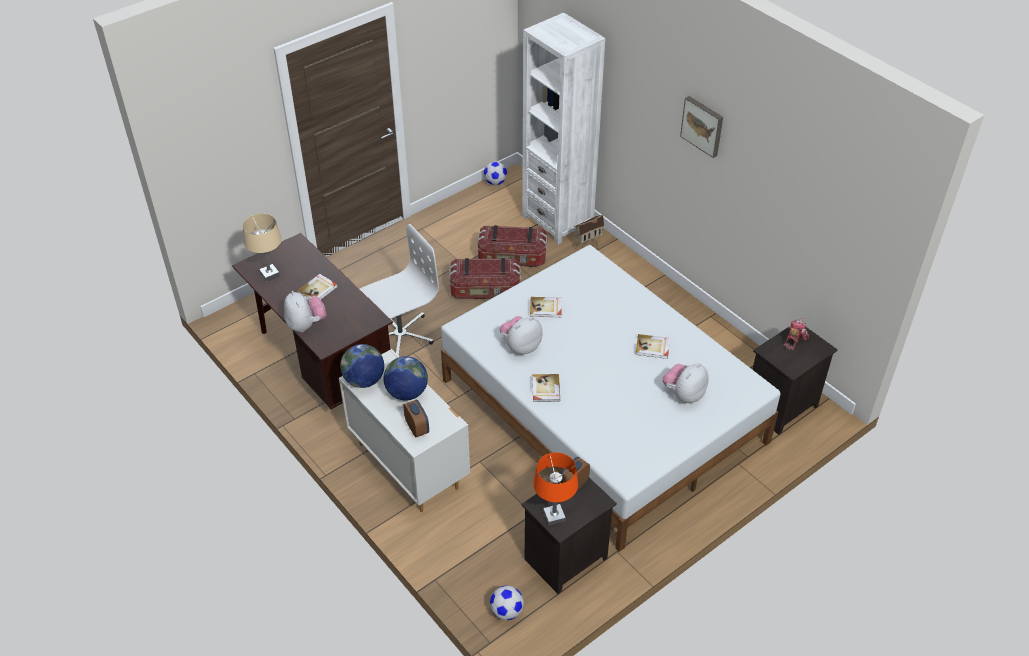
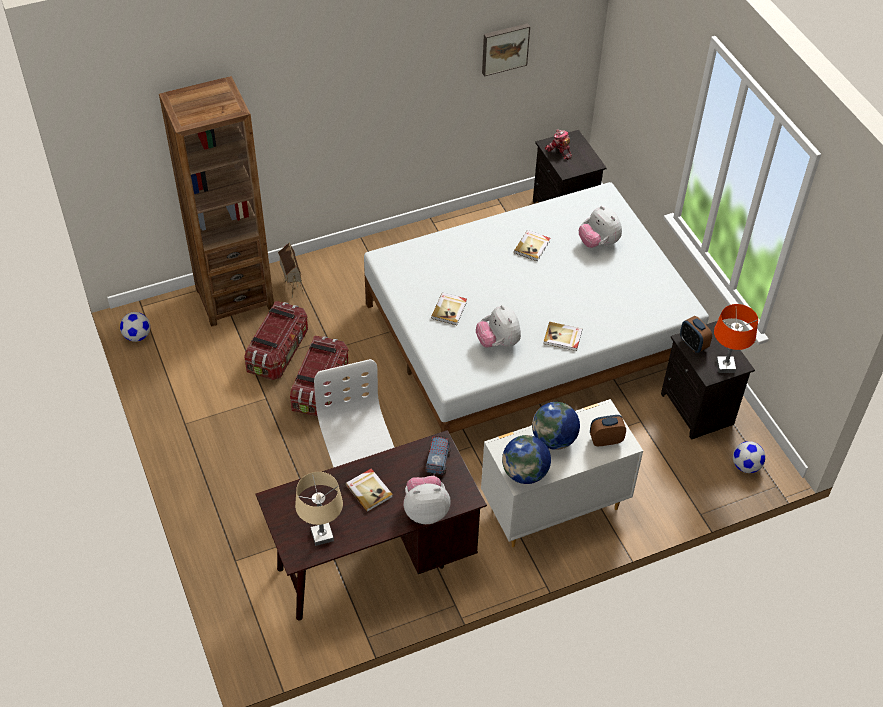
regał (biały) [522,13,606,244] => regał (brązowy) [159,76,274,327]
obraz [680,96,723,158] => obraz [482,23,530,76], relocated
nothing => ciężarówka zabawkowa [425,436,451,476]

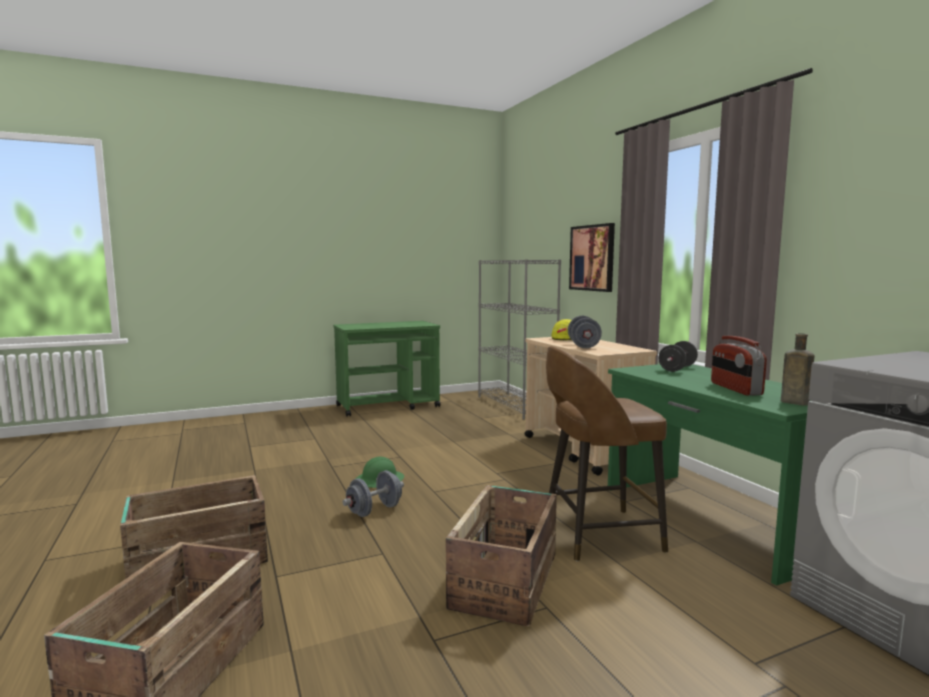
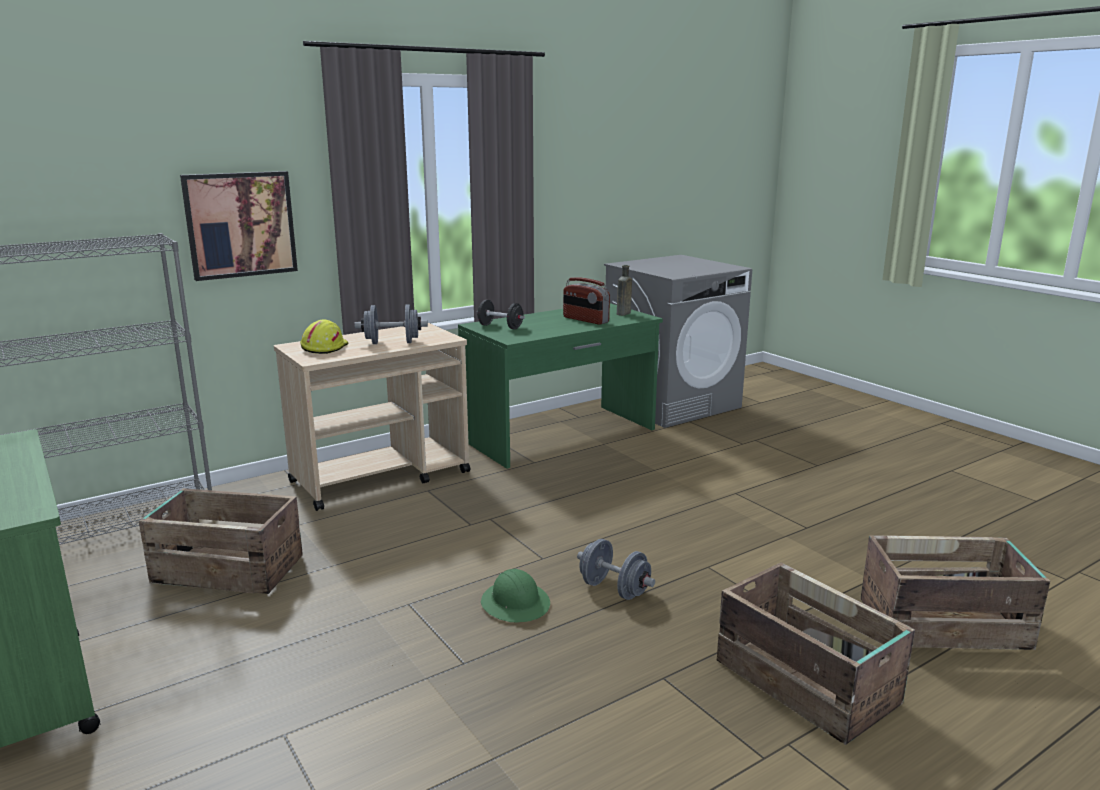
skrzynka [446,485,557,627] => skrzynka [139,488,303,594], relocated
stołek (brązowy) [546,346,668,561] => nothing
radio [711,336,767,396] => radio [563,277,610,325], 60 degrees clockwise

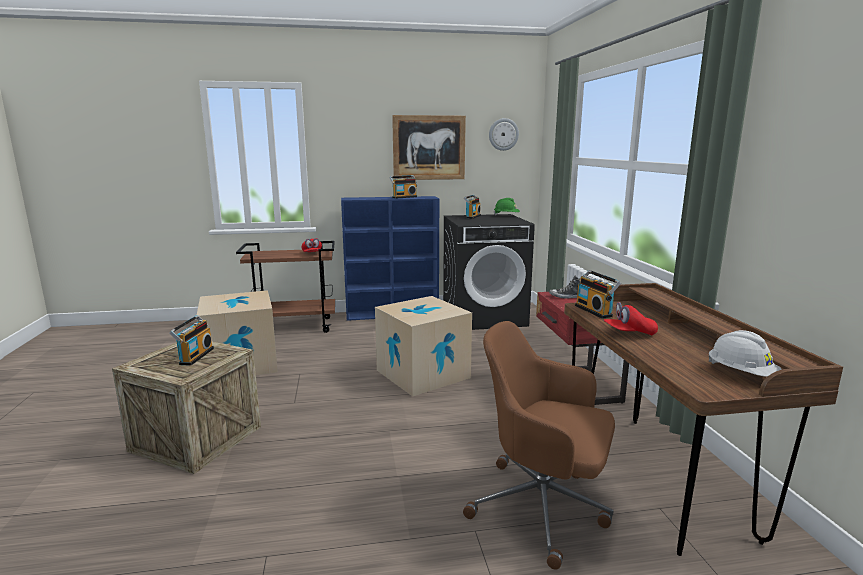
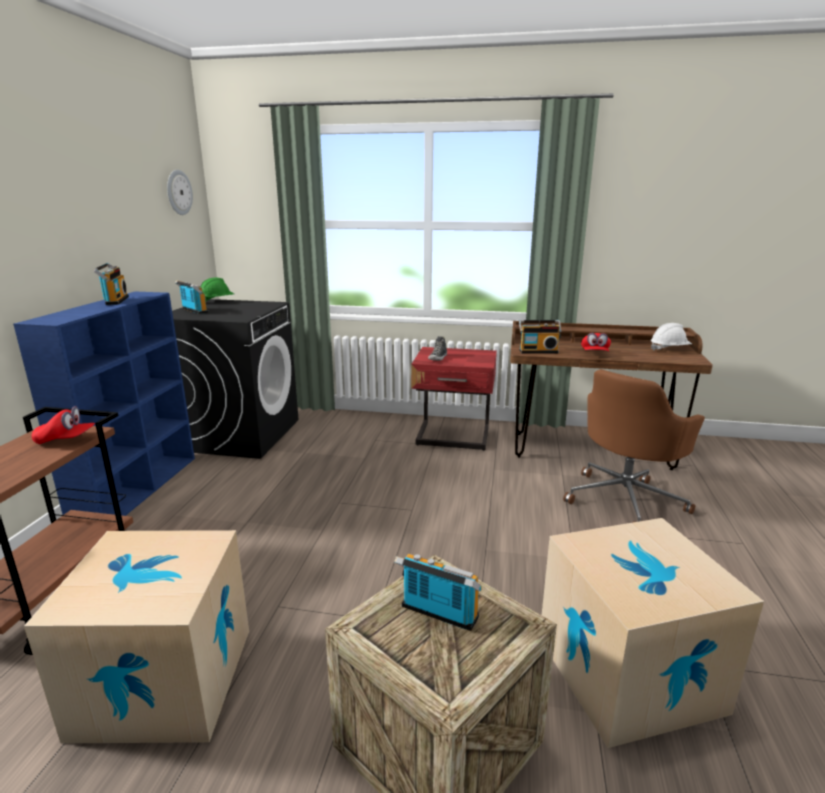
karton [375,296,472,396] => karton [542,518,764,748], relocated
obraz [392,115,466,180] => nothing

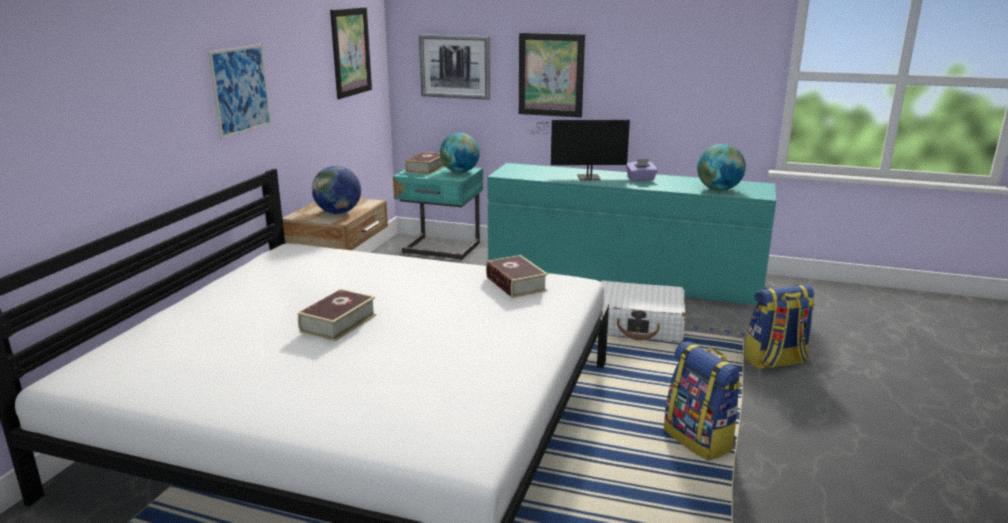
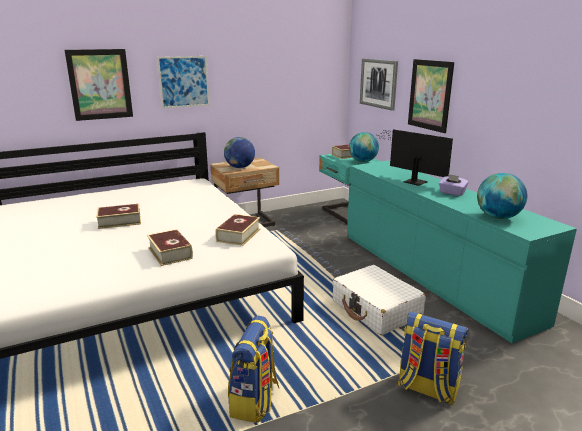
obraz [330,7,372,99] => obraz [65,49,133,121], relocated
nothing => książka [147,229,193,266]

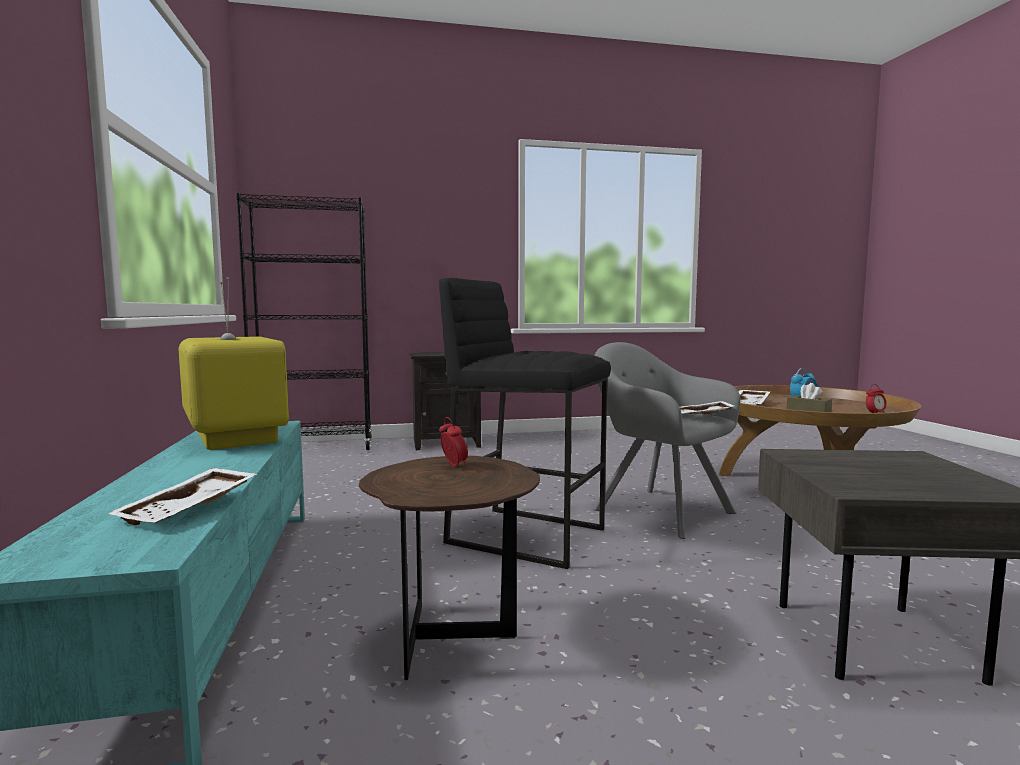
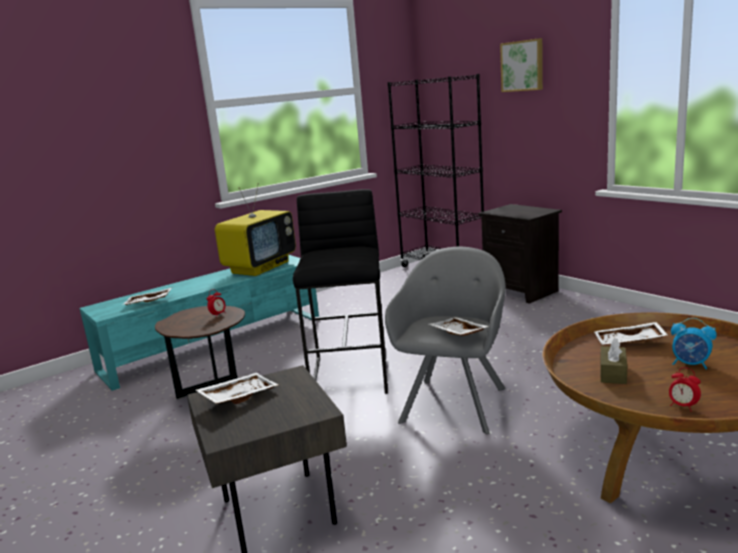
nothing => taca (biały) [196,373,278,404]
nothing => obraz [500,38,543,92]

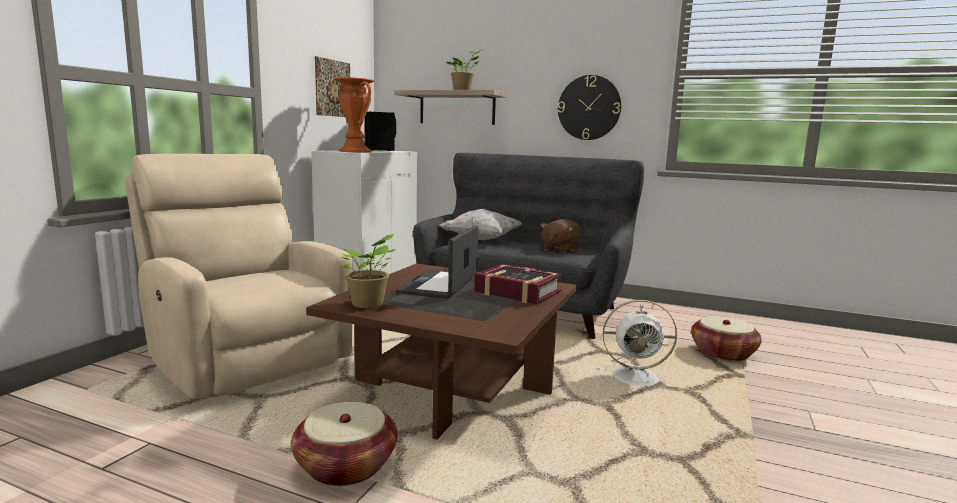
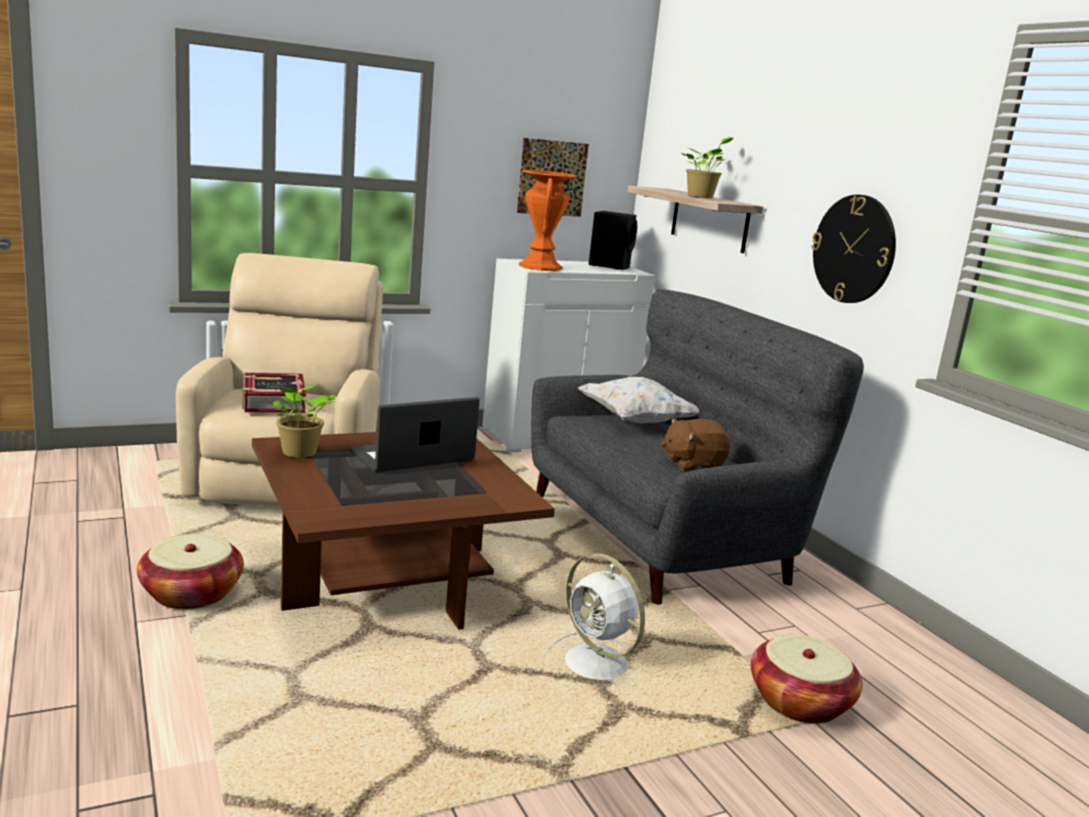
książka [474,264,562,304] => książka [243,373,306,413], relocated

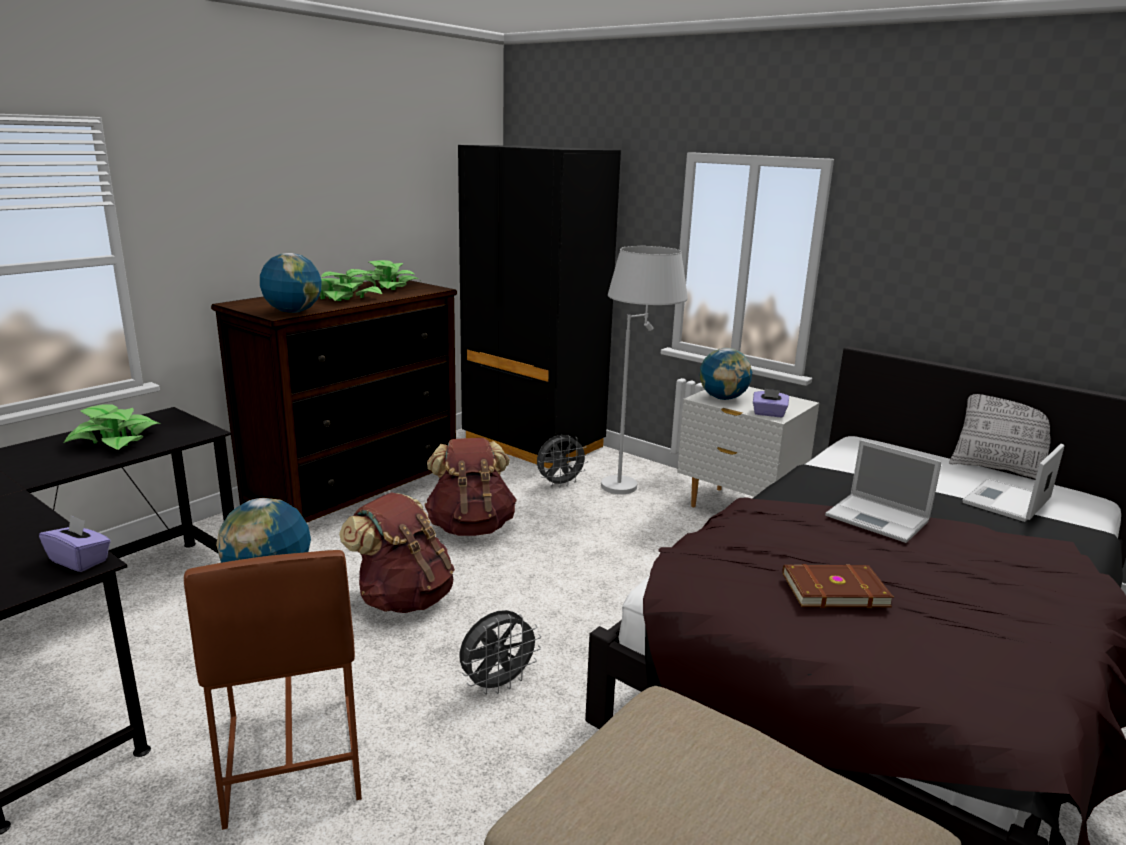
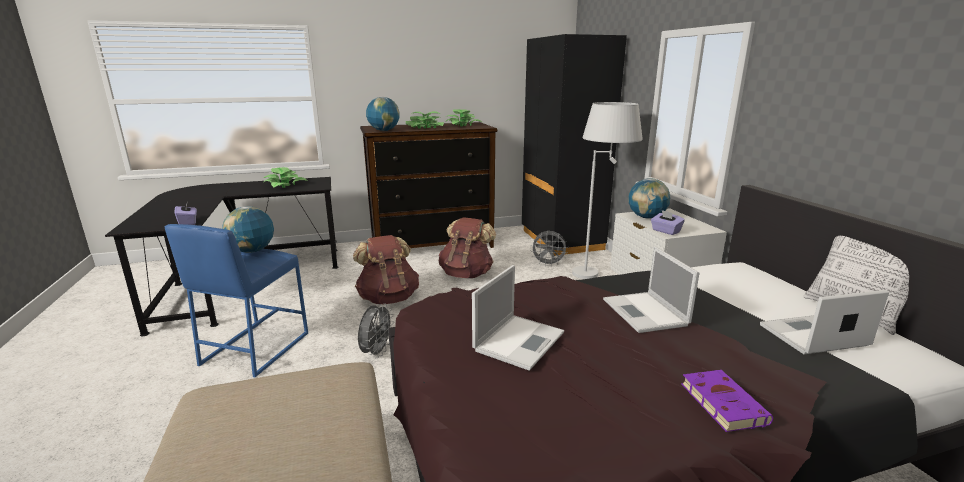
stołek (brązowy) [184,550,362,830] => stołek (niebieski) [164,224,308,377]
wentylator (szary) [460,610,541,695] => wentylator (szary) [358,303,394,358], 75 degrees counterclockwise
książka (brązowy) [782,564,894,608] => laptop [472,265,564,371]
nothing => książka (fioletowy) [681,370,773,432]

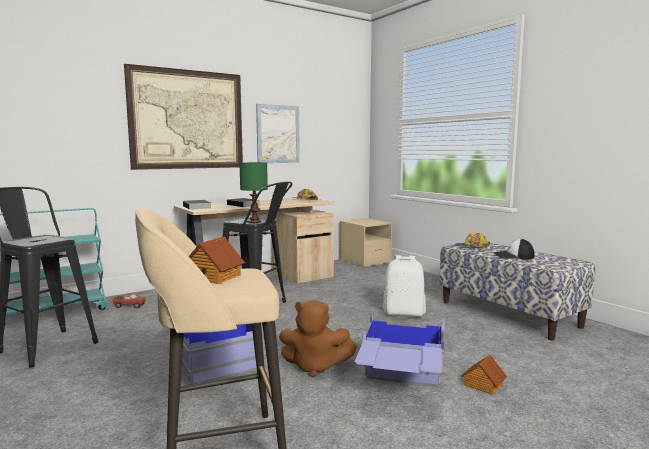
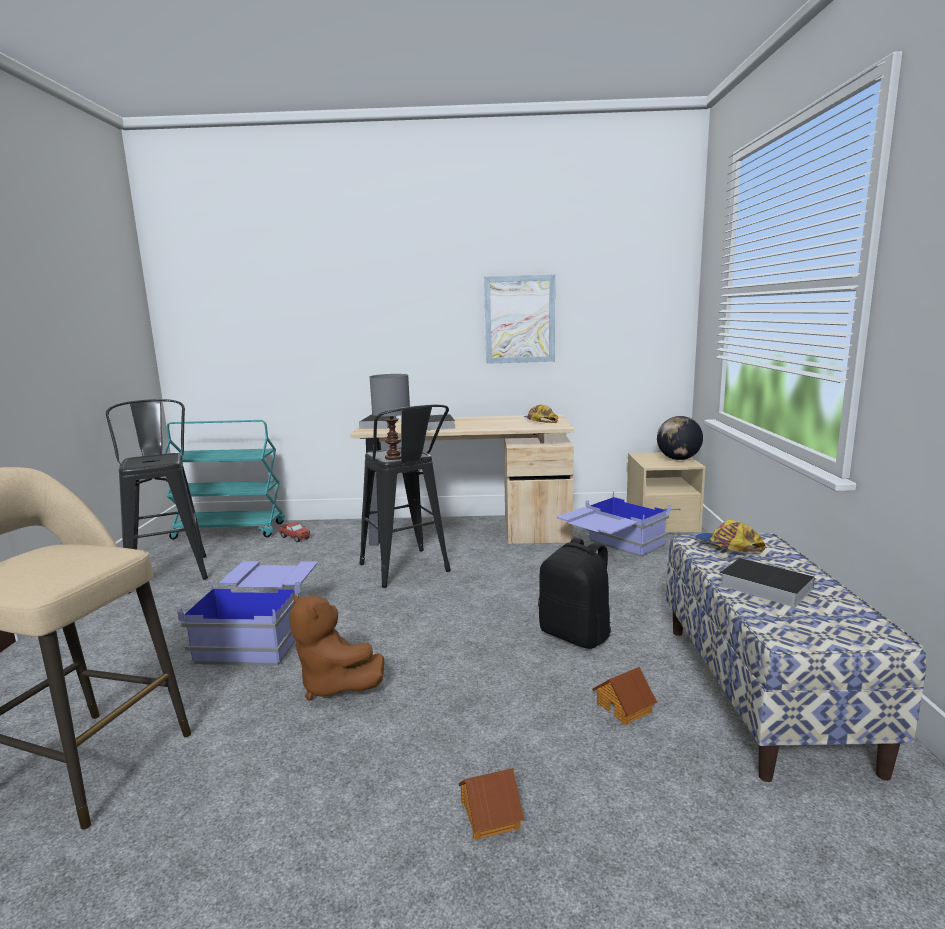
obraz [124,64,243,170] => nothing
domek [189,236,245,284] => domek [592,667,657,725], relocated
lampa stołowa (zielony) [239,162,268,223] => lampa stołowa (szary) [369,374,410,460]
pojemnik do przechowywania (niebieski) [355,314,445,387] => pojemnik do przechowywania (niebieski) [557,491,671,557], relocated
plecak (biały) [383,255,426,317] => plecak (czarny) [538,537,611,649]
czapka z daszkiem [494,239,534,259] => książka [719,558,815,607]
nothing => globus [657,416,703,460]

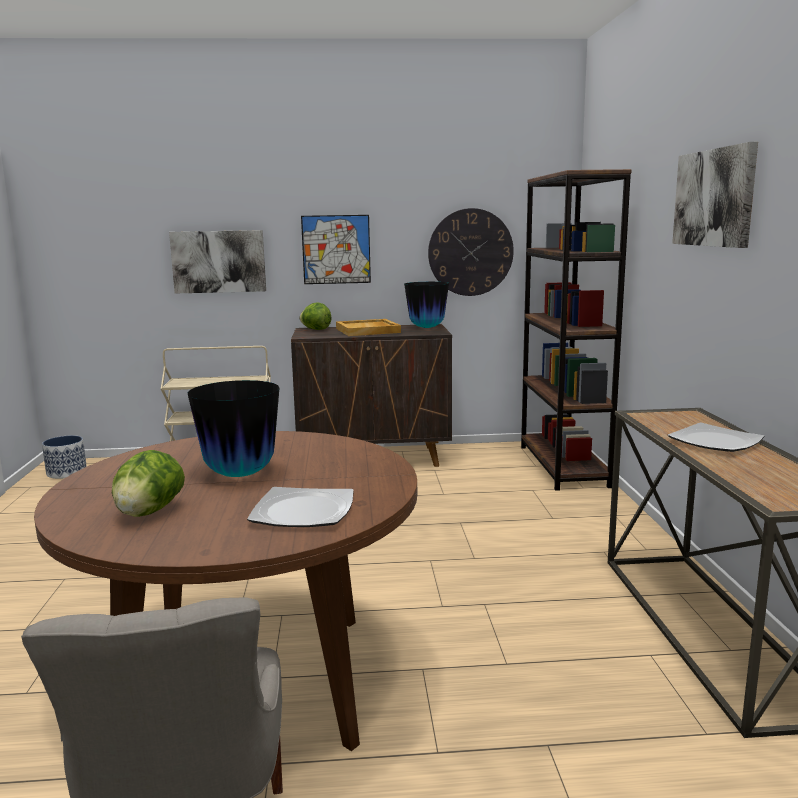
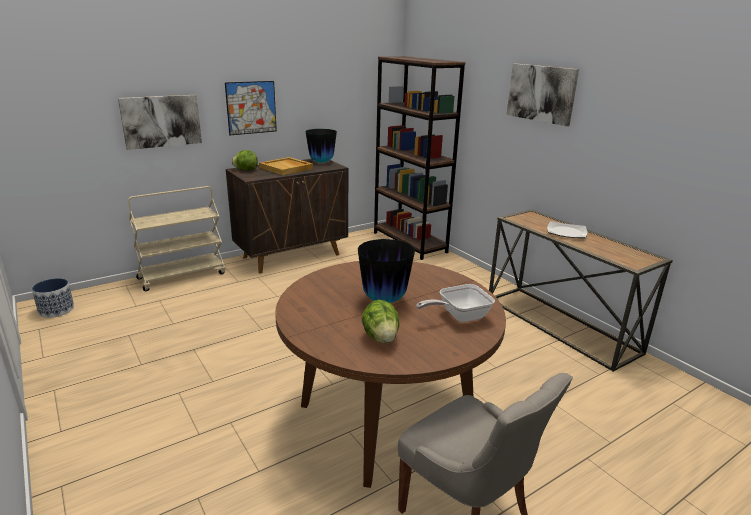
talerz [247,487,354,527] => patelnia [416,284,495,322]
zegar ścienny [428,208,514,296] => nothing

